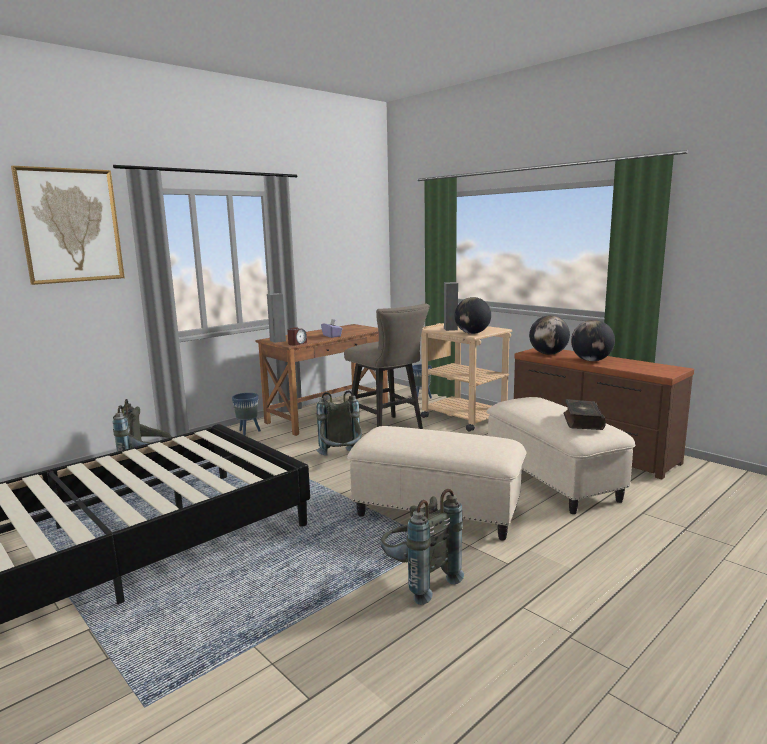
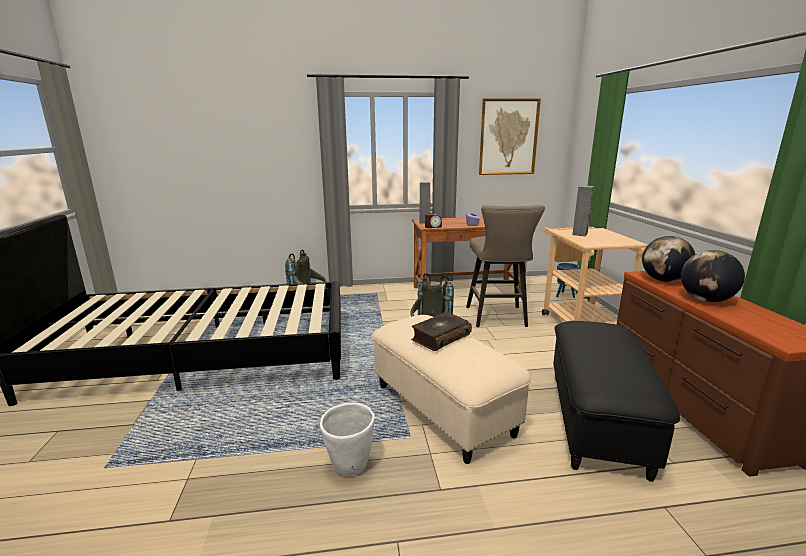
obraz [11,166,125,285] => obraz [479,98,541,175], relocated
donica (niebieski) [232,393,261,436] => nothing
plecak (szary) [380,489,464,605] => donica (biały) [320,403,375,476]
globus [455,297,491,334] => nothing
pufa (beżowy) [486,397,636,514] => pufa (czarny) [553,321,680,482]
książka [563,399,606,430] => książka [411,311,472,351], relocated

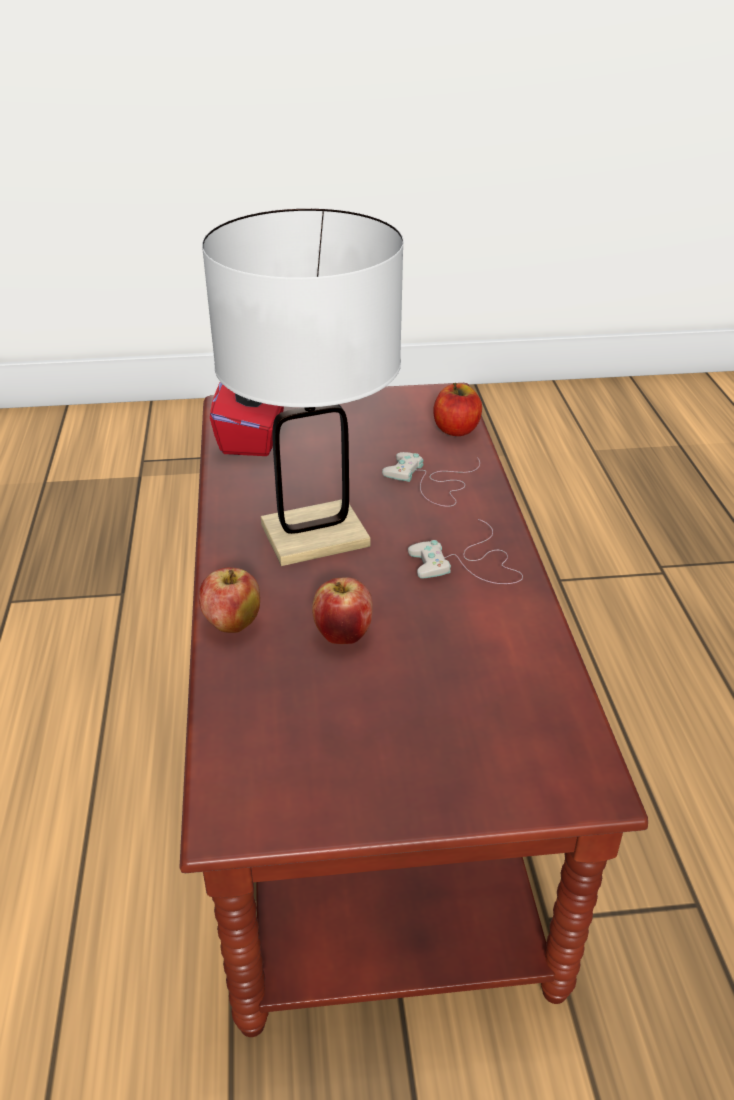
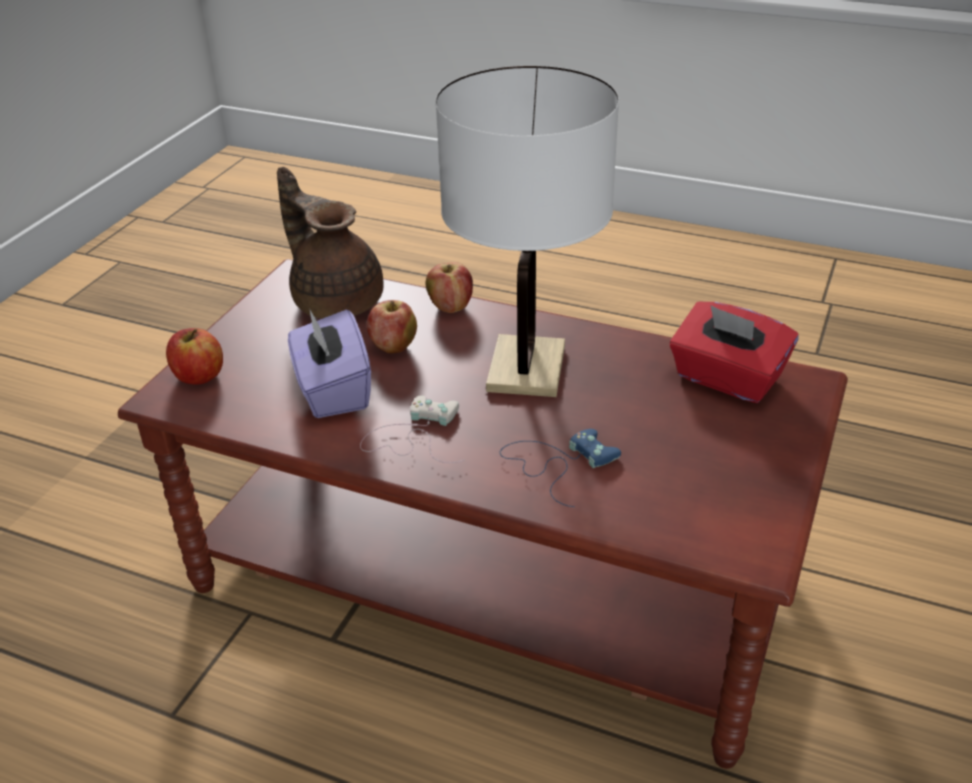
pad do gier (biały) [382,452,480,507] => pad do gier (niebieski) [500,429,621,507]
jabłko [433,383,482,436] => jabłko [166,328,223,384], relocated
nothing => imbryk (brązowy) [277,167,384,319]
nothing => pudełko chusteczek (fioletowy) [288,310,371,418]

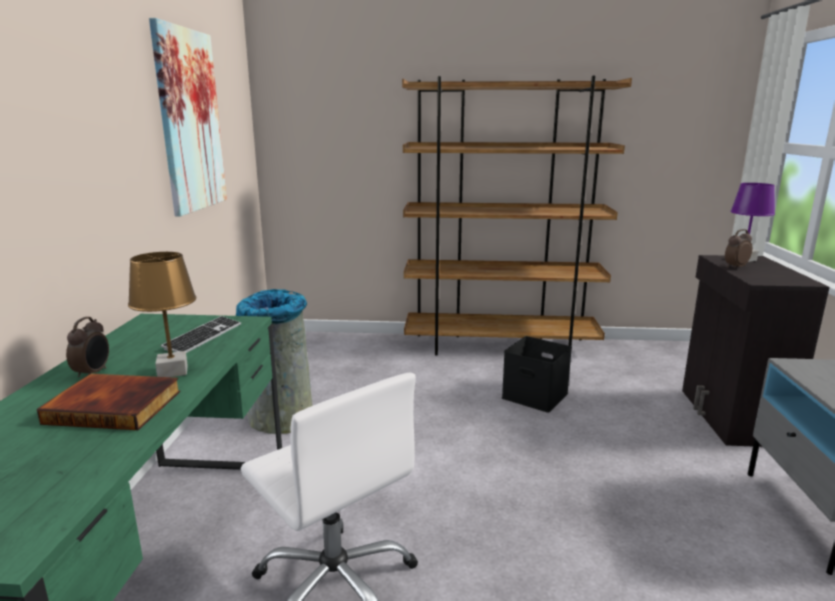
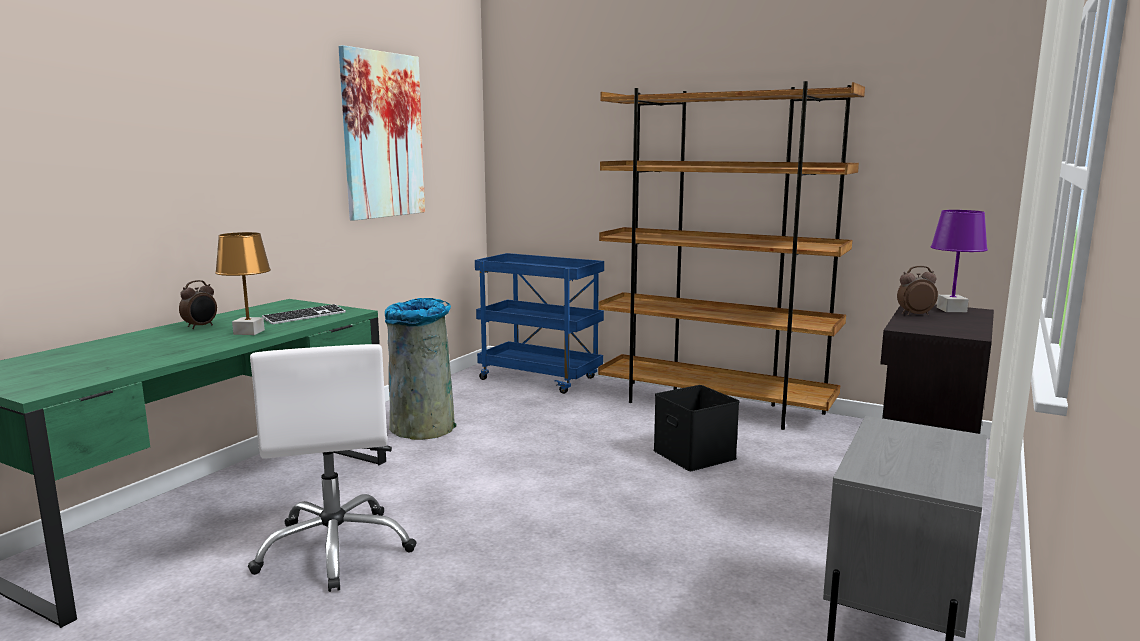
książka [37,374,180,430] => nothing
nothing => wózek (niebieski) [475,253,604,394]

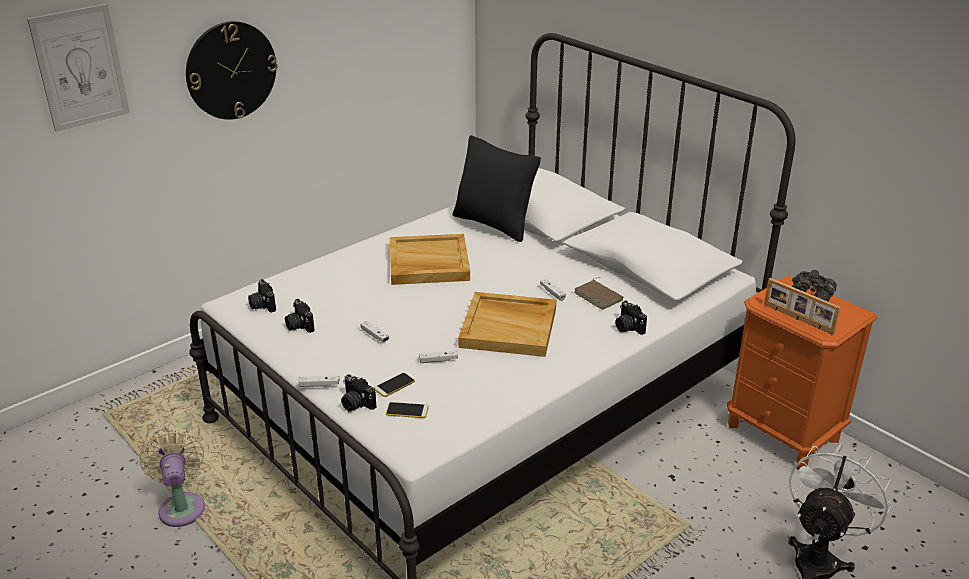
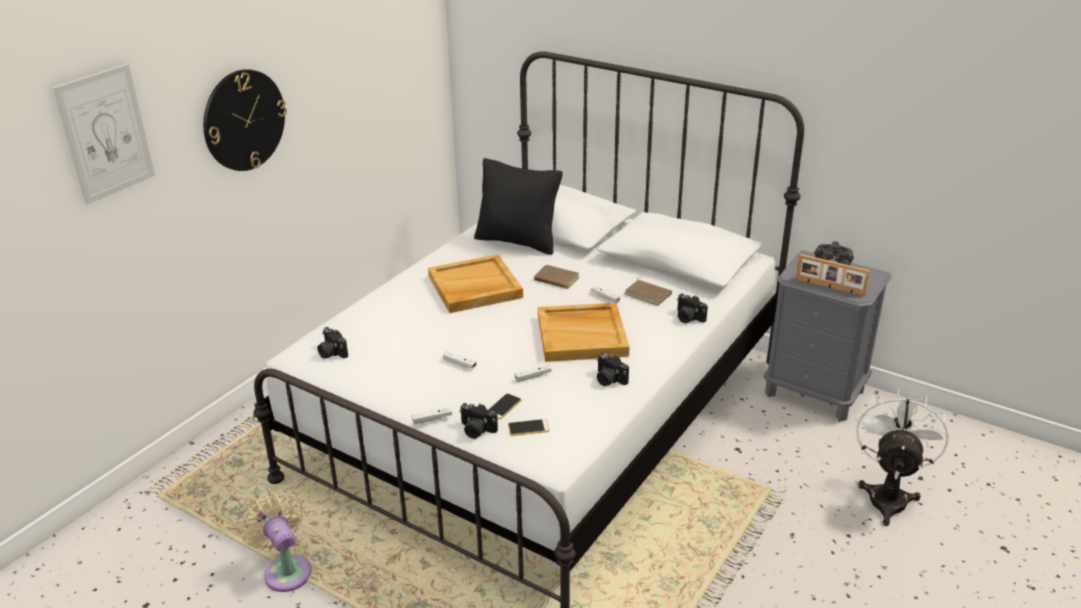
aparat fotograficzny [285,299,314,333] => aparat fotograficzny [597,353,629,386], relocated
szafka nocna (pomarańczowy) [727,275,877,468] => szafka nocna (szary) [763,250,892,421]
nothing => książka (brązowy) [534,265,580,290]

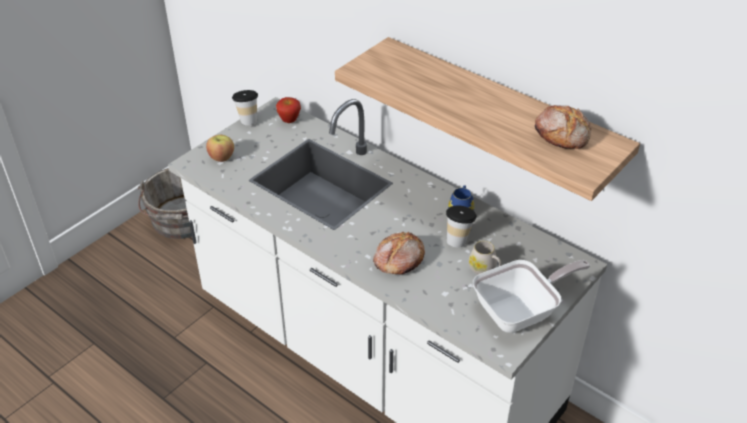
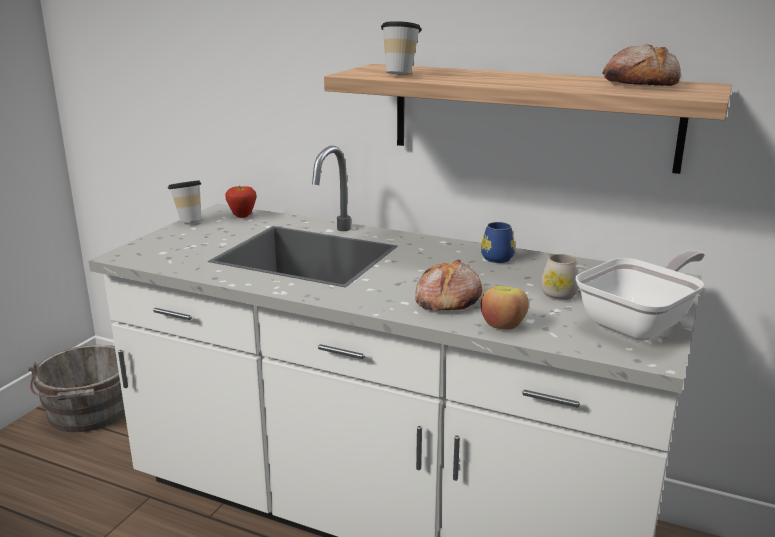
jabłko [206,135,234,162] => jabłko [481,286,529,330], relocated
filiżanka [446,206,477,248] => filiżanka [381,21,422,75], relocated

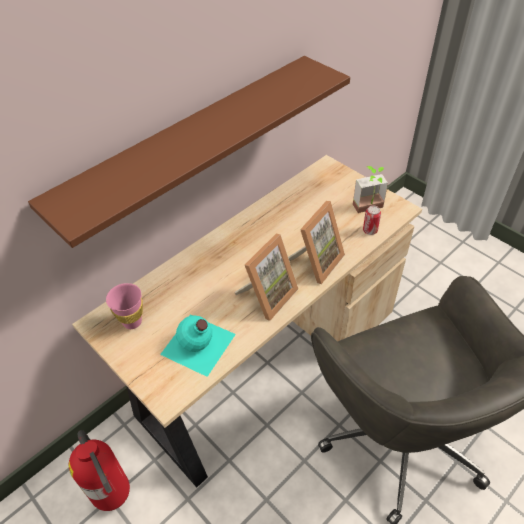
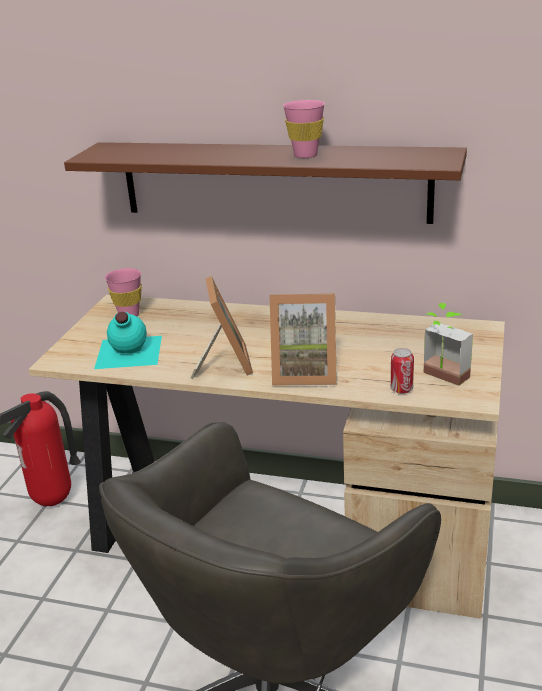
ramka na zdjęcie [234,234,298,321] => ramka na zdjęcie [190,276,253,379], 105 degrees counterclockwise
nothing => filiżanka (różowy) [283,100,325,158]

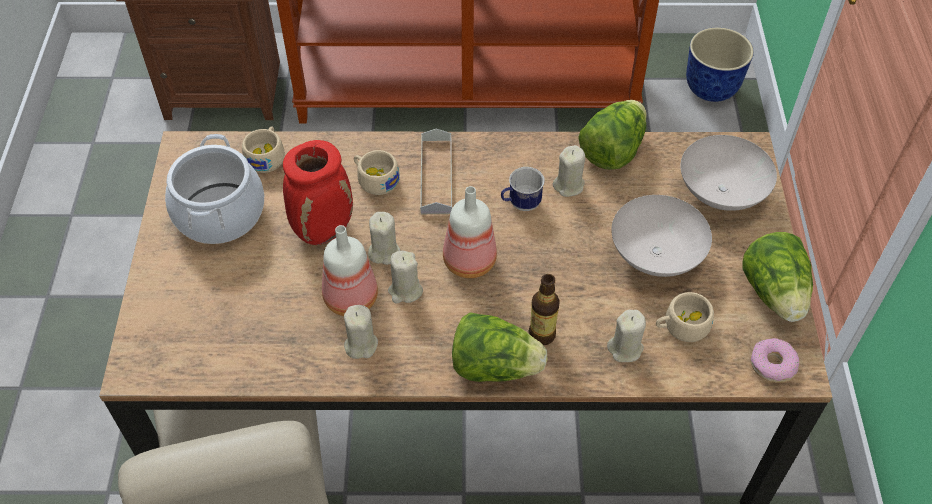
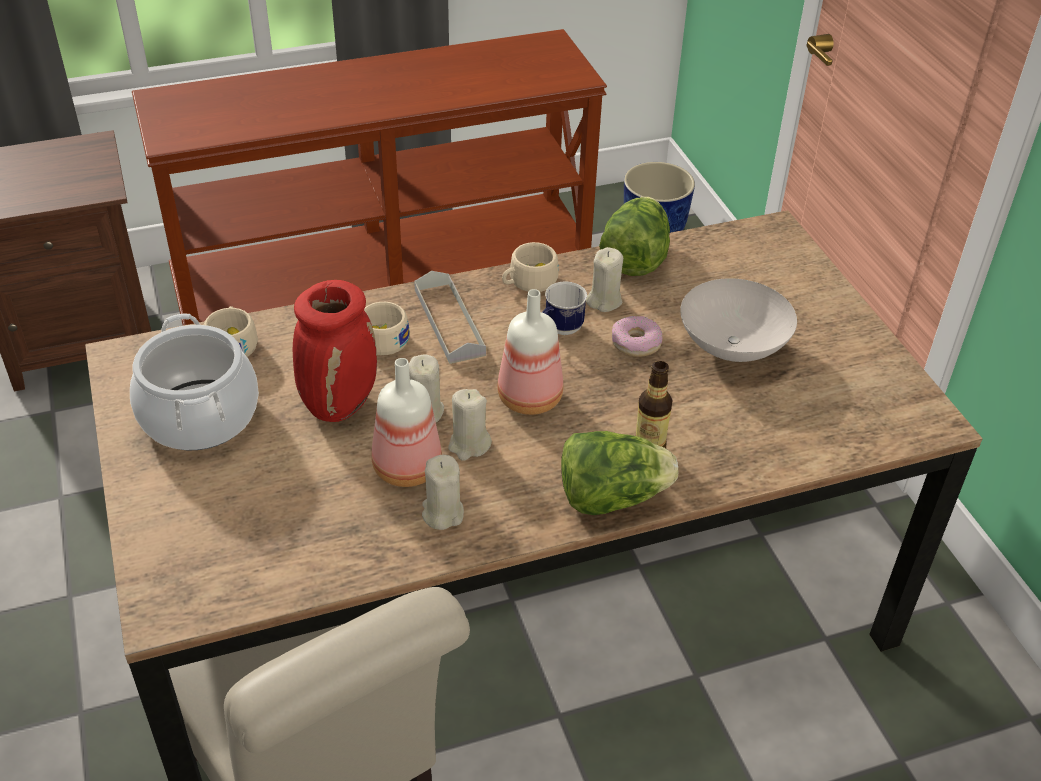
świeca (beżowy) [607,310,646,362] => nothing
filiżanka (beżowy) [656,292,714,342] => filiżanka (beżowy) [502,242,559,292], relocated
miska (biały) [680,135,777,211] => nothing
sałata [742,232,813,322] => nothing
donut [751,338,799,383] => donut [612,316,662,357], relocated

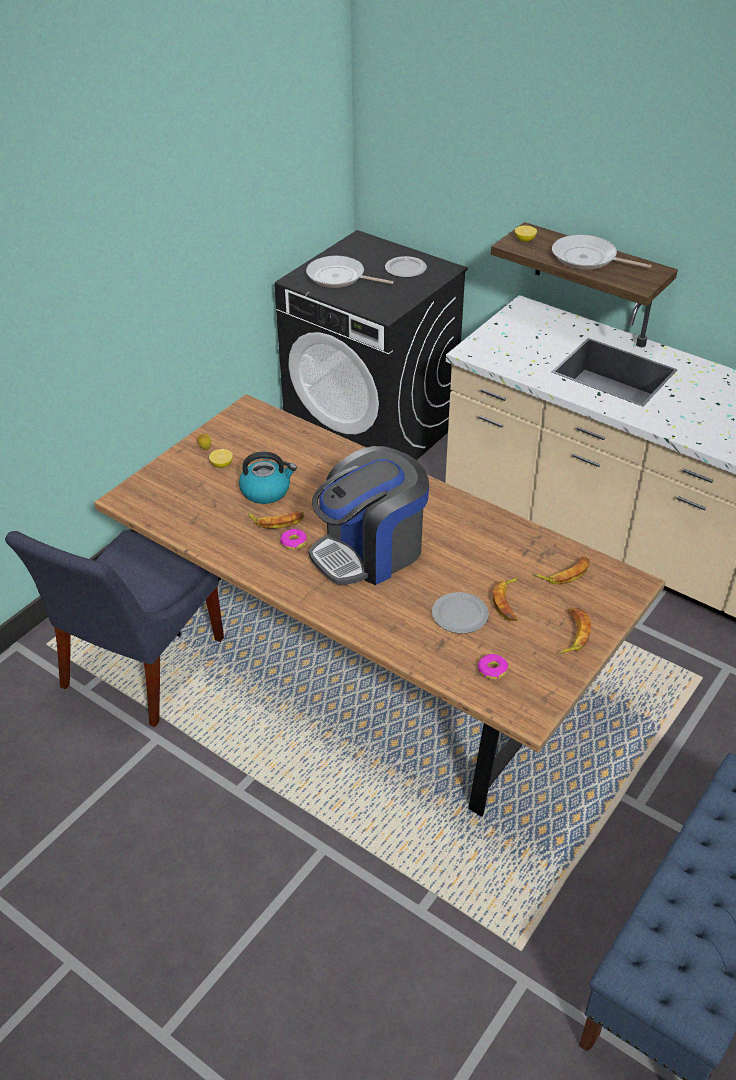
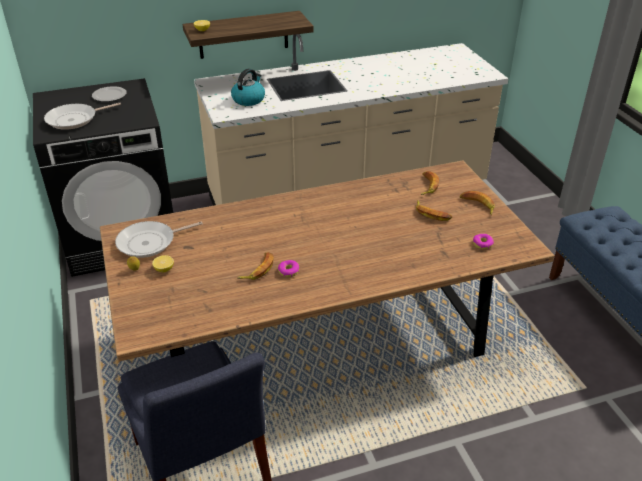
czajnik [239,452,297,504] => czajnik [231,68,265,106], relocated
ekspres do kawy [308,446,429,585] => nothing
talerz [432,592,489,634] => nothing
patelnia [552,234,651,270] => patelnia [115,221,203,258], relocated

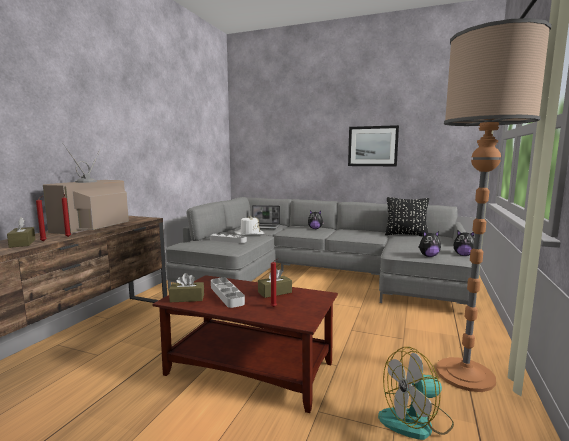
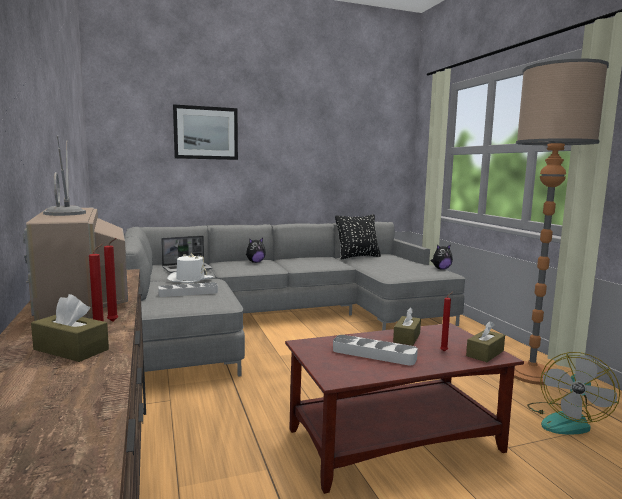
pudełko chusteczek (brązowy) [169,273,204,302] => pudełko chusteczek (brązowy) [466,321,505,362], relocated
obraz [348,125,399,166] => obraz [173,104,238,160], relocated
pluszak [418,231,441,257] => nothing

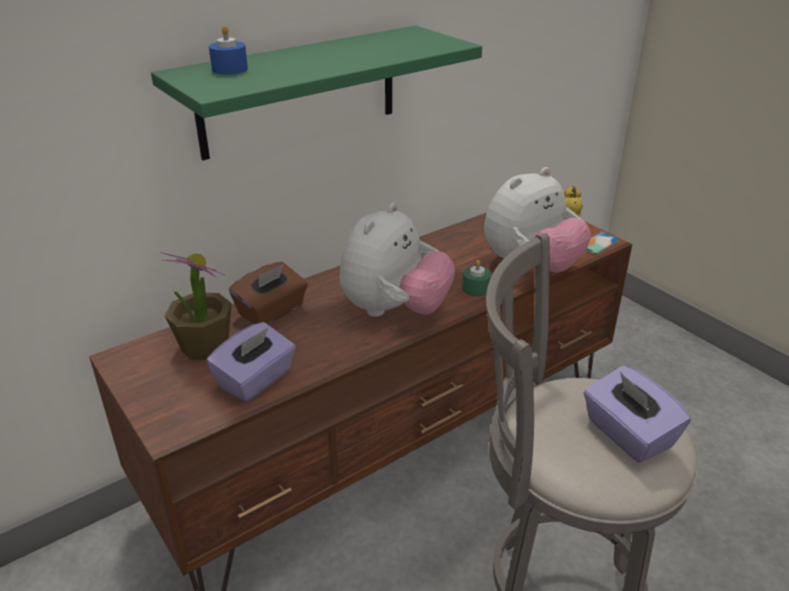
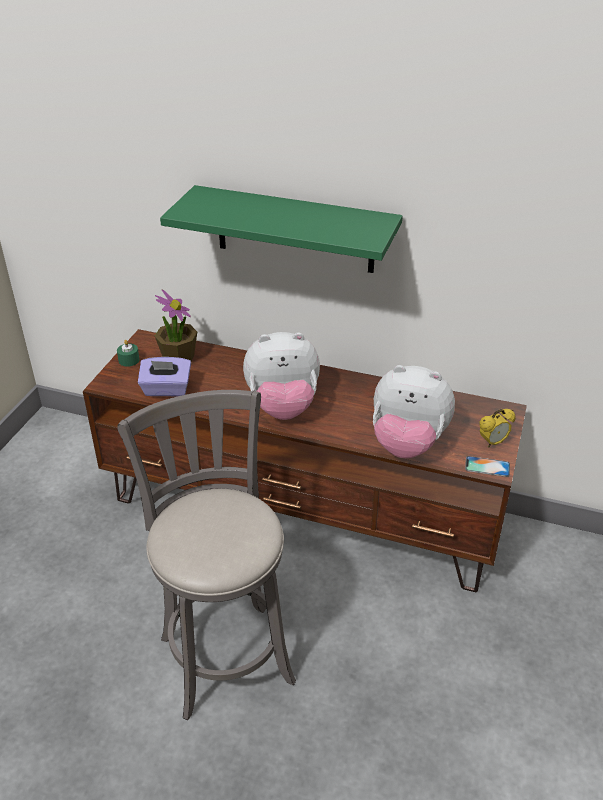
świeca (niebieski) [209,25,248,75] => nothing
pudełko chusteczek (brązowy) [229,262,308,324] => nothing
świeca (zielony) [462,260,491,297] => świeca (zielony) [117,340,139,367], relocated
pudełko chusteczek (fioletowy) [584,365,691,463] => nothing

